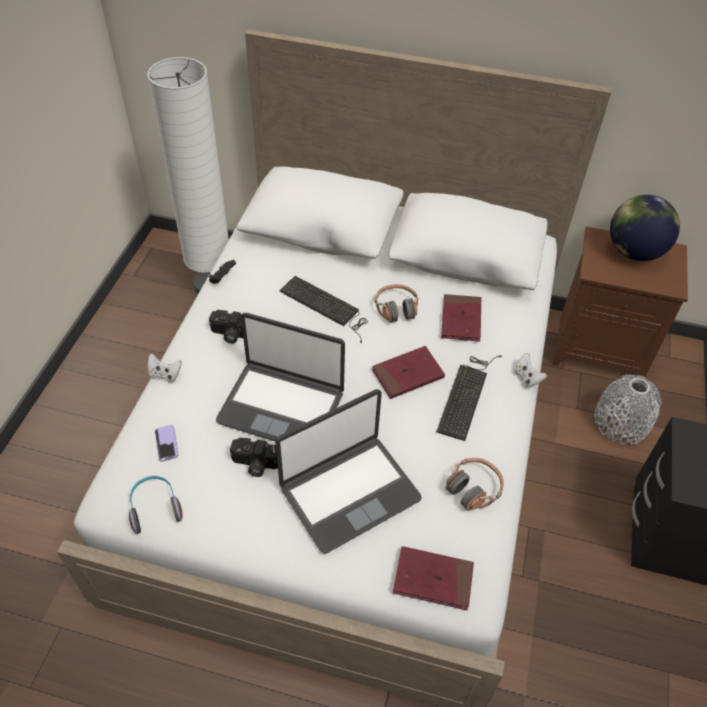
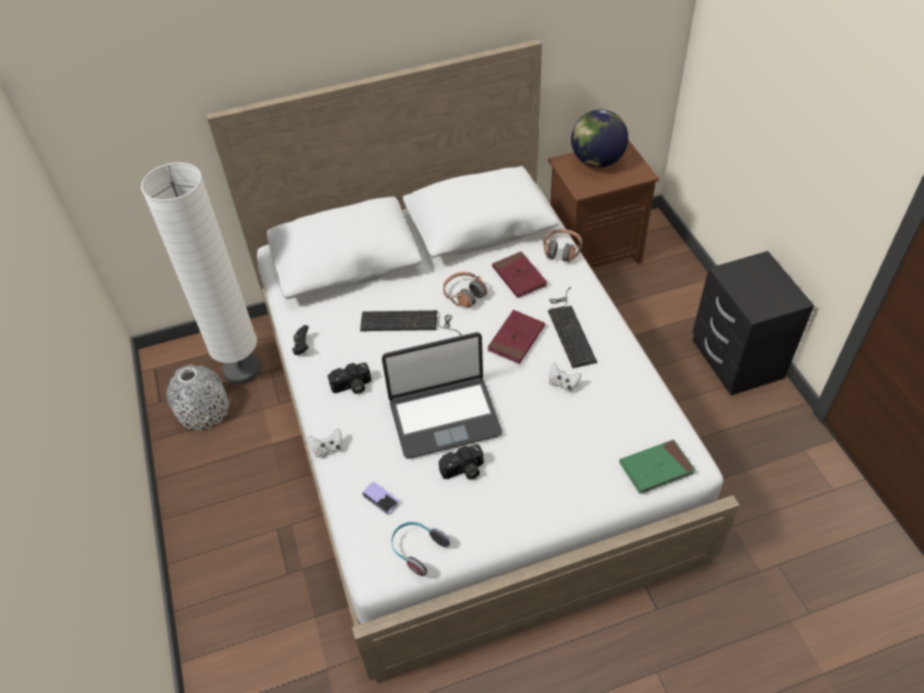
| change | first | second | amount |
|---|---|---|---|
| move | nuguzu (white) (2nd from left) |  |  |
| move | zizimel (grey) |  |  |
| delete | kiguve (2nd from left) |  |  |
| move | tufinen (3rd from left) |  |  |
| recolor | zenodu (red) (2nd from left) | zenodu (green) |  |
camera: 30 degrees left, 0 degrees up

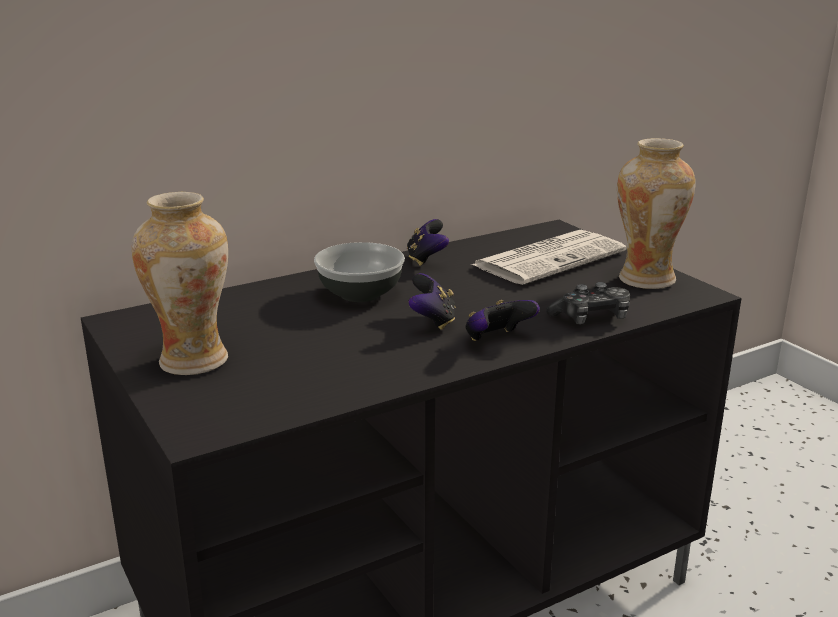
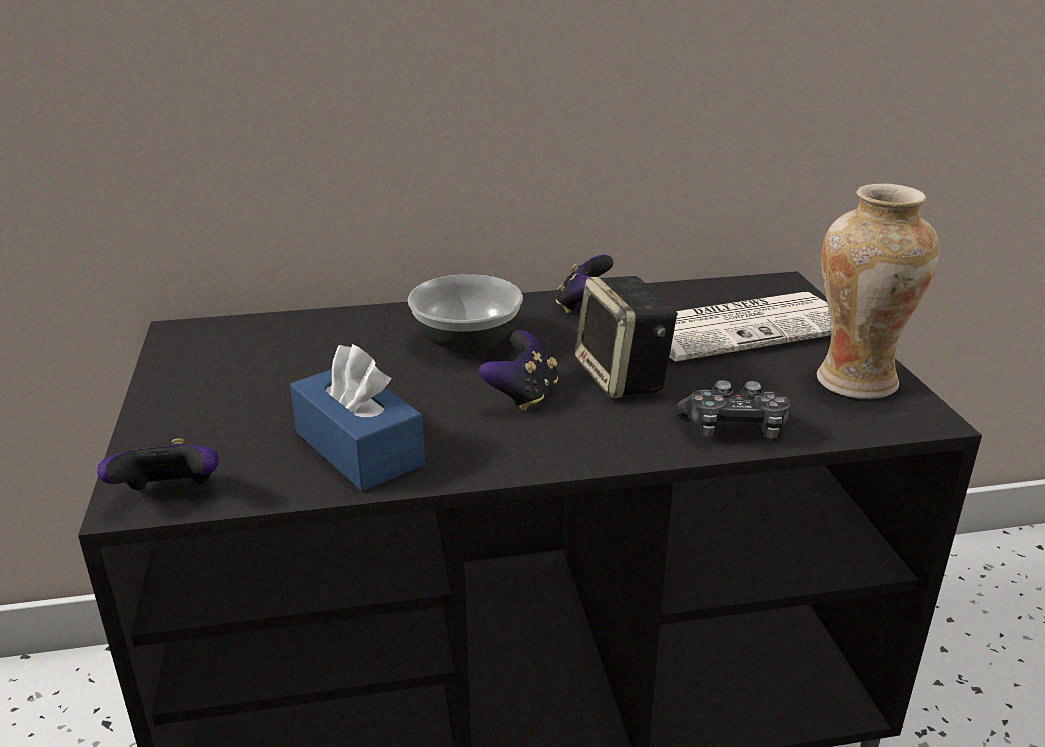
| change | first | second | amount |
|---|---|---|---|
| delete | zizimel (1st from left) |  |  |
| move | nuguzu (3rd from left in the first image) | nuguzu (1st from left) |  |
| insert |  | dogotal |  |
| insert |  | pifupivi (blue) |  |
camera: 20 degrees right, 5 degrees up

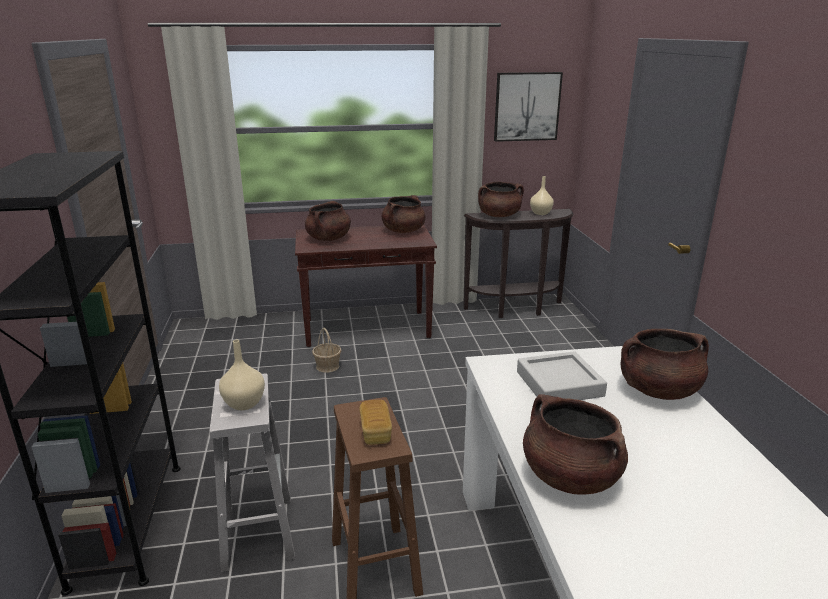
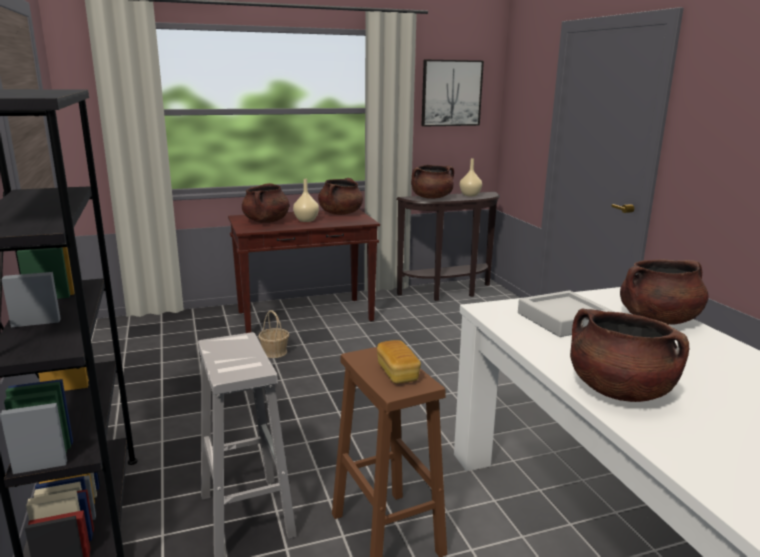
| change | first | second | amount |
|---|---|---|---|
| move | zizimel (beige) (1st from left) |  |  |
camera: 10 degrees left, 5 degrees down

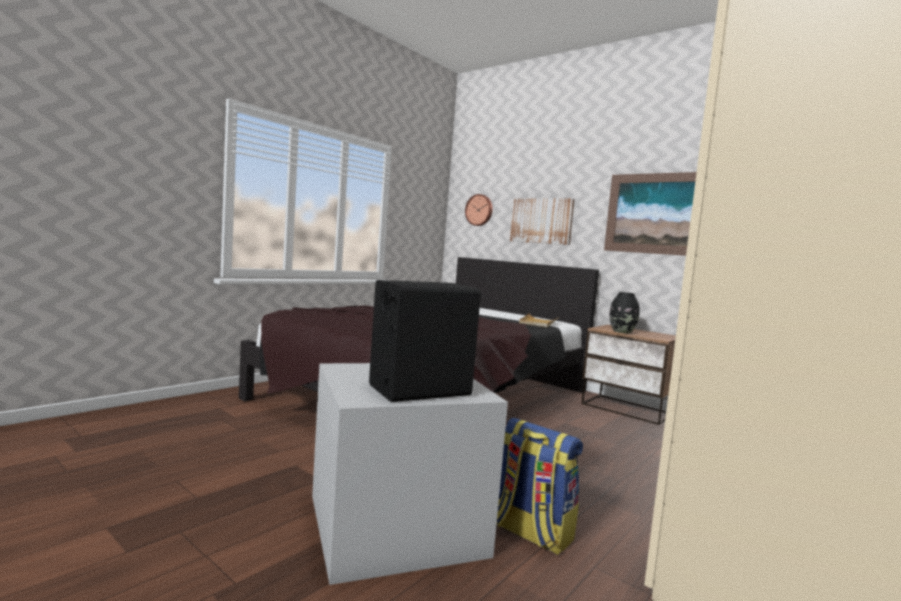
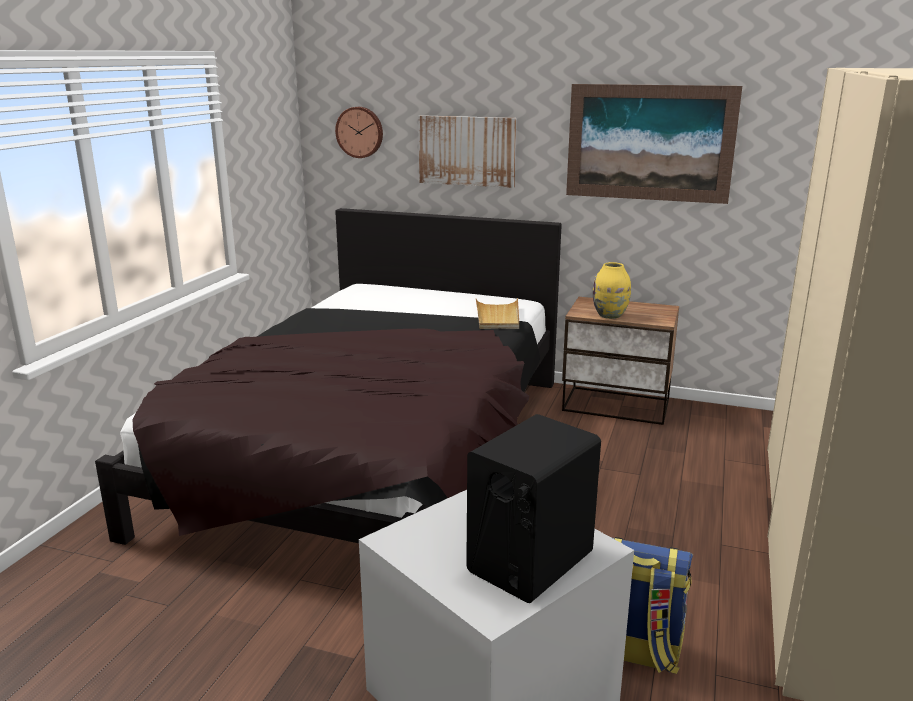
| change | first | second | amount |
|---|---|---|---|
| recolor | zizimel (black) | zizimel (yellow) |  |
camera: 20 degrees left, 15 degrees up

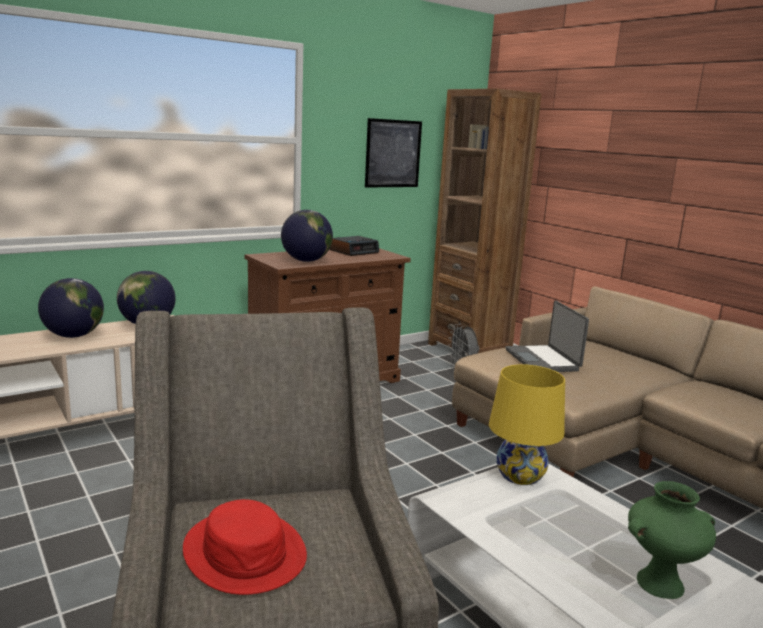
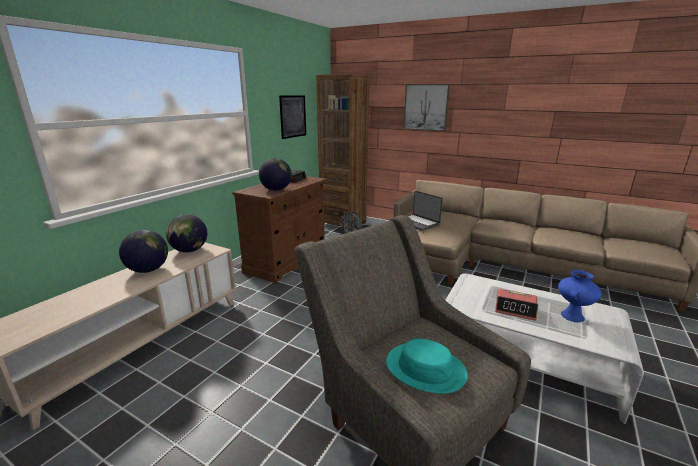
| change | first | second | amount |
|---|---|---|---|
| delete | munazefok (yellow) |  |  |
| recolor | zizimel (green) | zizimel (blue) |  |
| recolor | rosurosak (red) | rosurosak (turquoise) |  |
| insert |  | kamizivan (2nd from left) |  |
| insert |  | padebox (2nd from left) |  |
camera: 25 degrees left, 5 degrees up

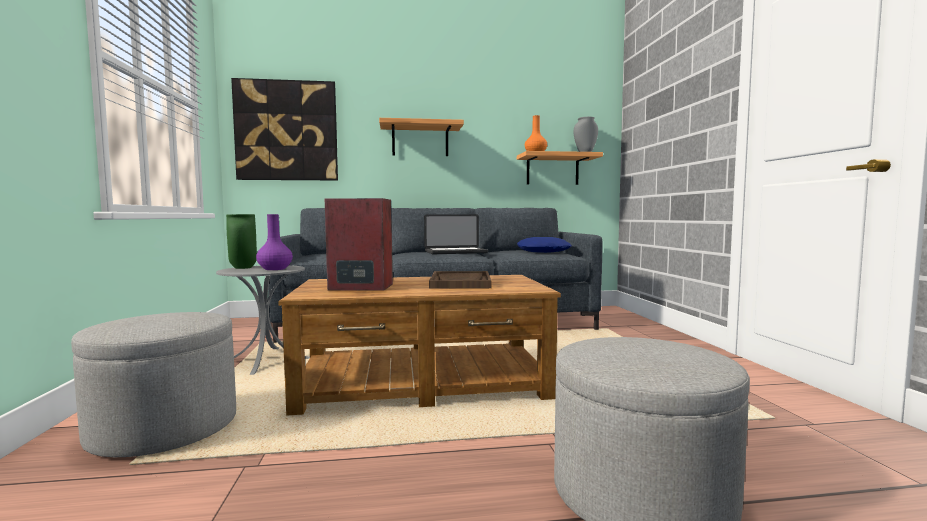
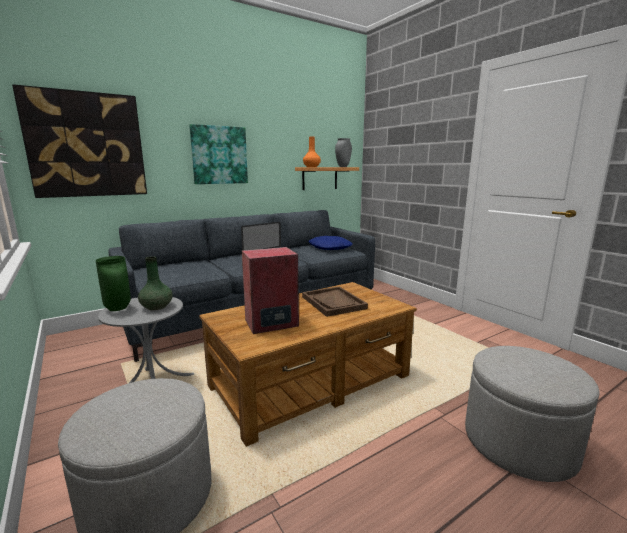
| change | first | second | amount |
|---|---|---|---|
| replace | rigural (1st from left) | kamizivan (2nd from left) |  |
| recolor | zizimel (purple) | zizimel (green) (2nd from left) |  |
camera: 25 degrees left, 10 degrees up

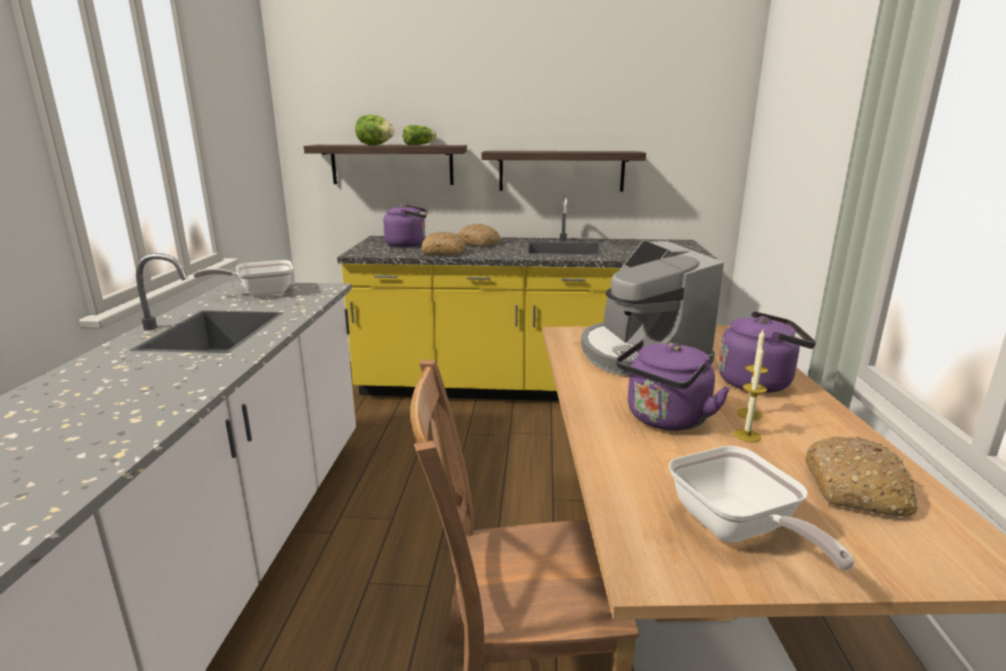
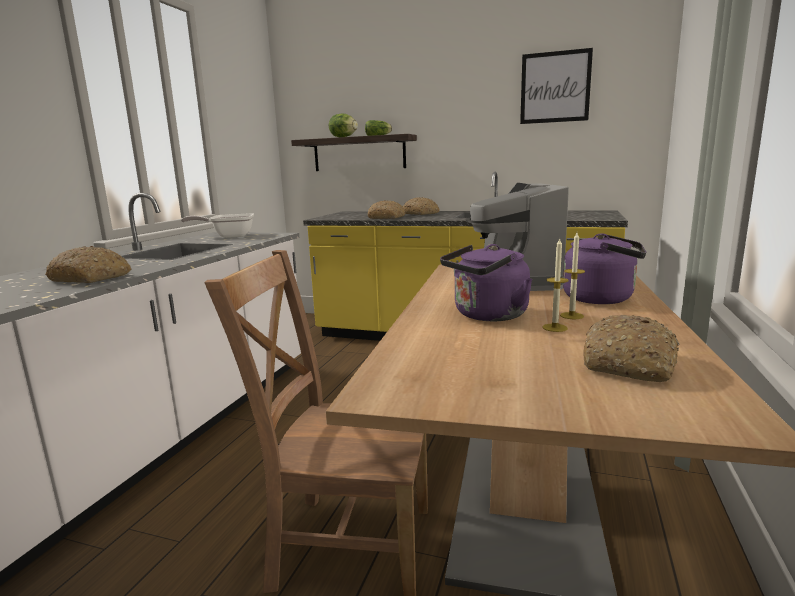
| change | first | second | amount |
|---|---|---|---|
| delete | rigural (2nd from left) |  |  |
| delete | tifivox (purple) (1st from left) |  |  |
| delete | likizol (2nd from left) |  |  |
| insert |  | kamizivan |  |
| insert |  | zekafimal (1st from left) |  |
camera: 15 degrees right, 5 degrees down

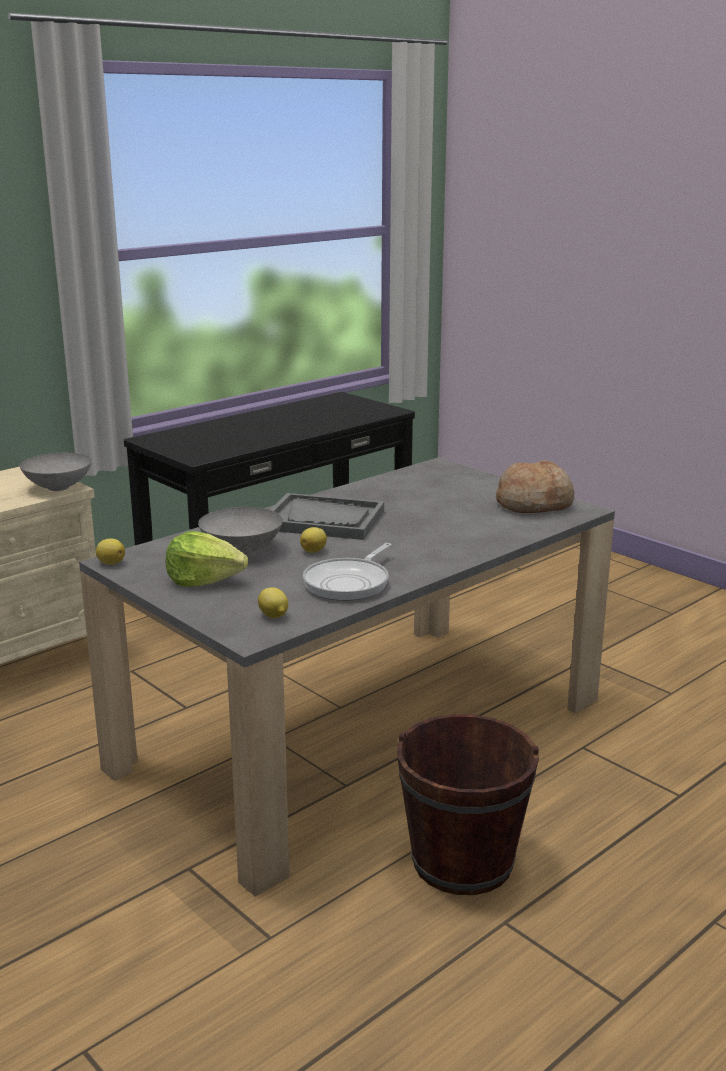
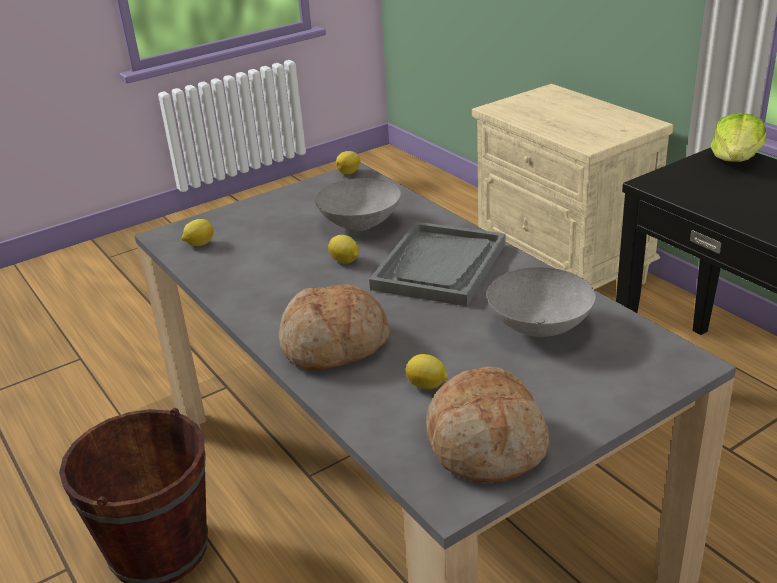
| change | first | second | amount |
|---|---|---|---|
| move | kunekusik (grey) (1st from left in the first image) | kunekusik (grey) (2nd from left) |  |
| move | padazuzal |  |  |
| delete | likizol |  |  |
| insert |  | zekafimal (1st from left) |  |
| insert |  | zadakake (4th from left) |  |
camera: 100 degrees right, 10 degrees up

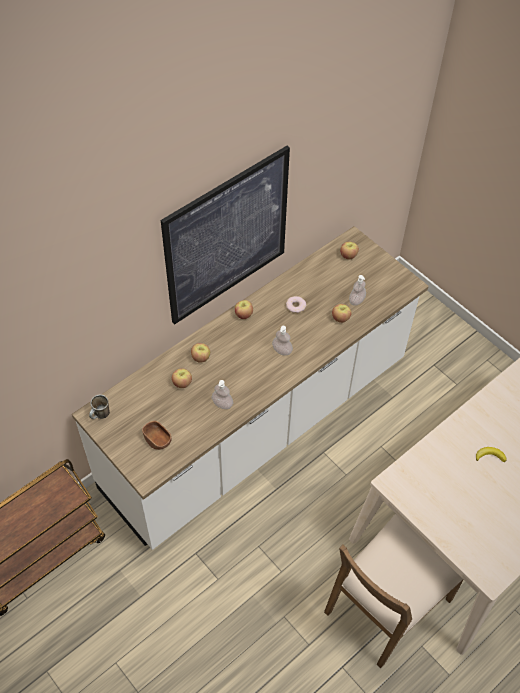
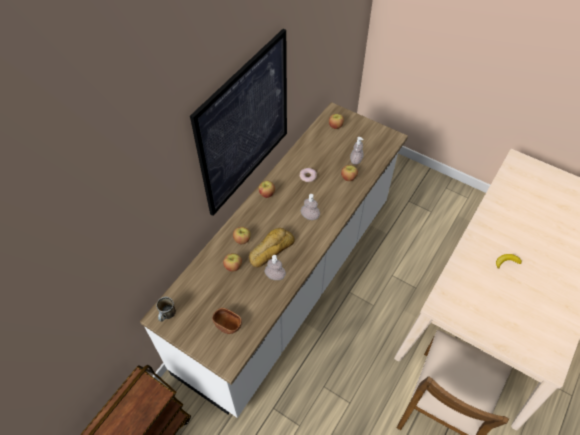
| change | first | second | amount |
|---|---|---|---|
| insert |  | zekafimal |  |
camera: 15 degrees left, 0 degrees up

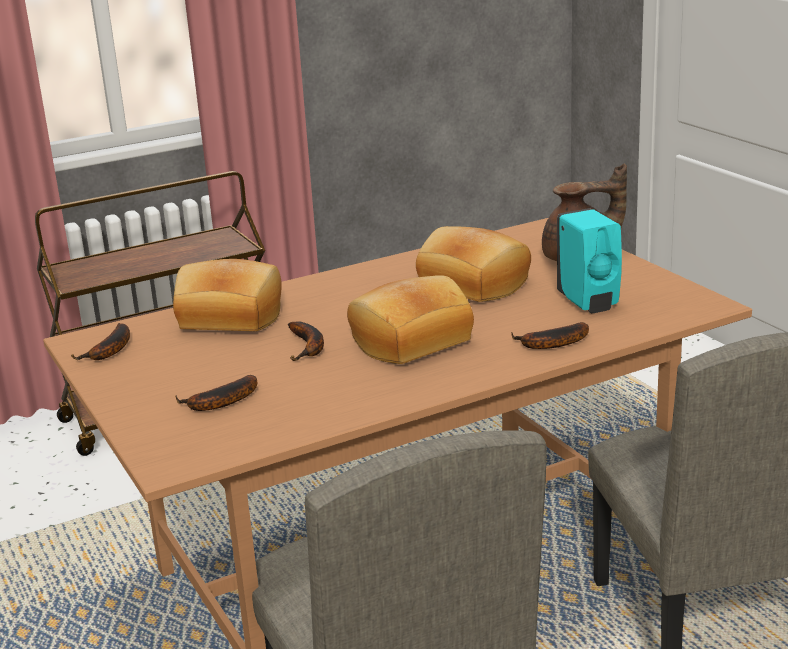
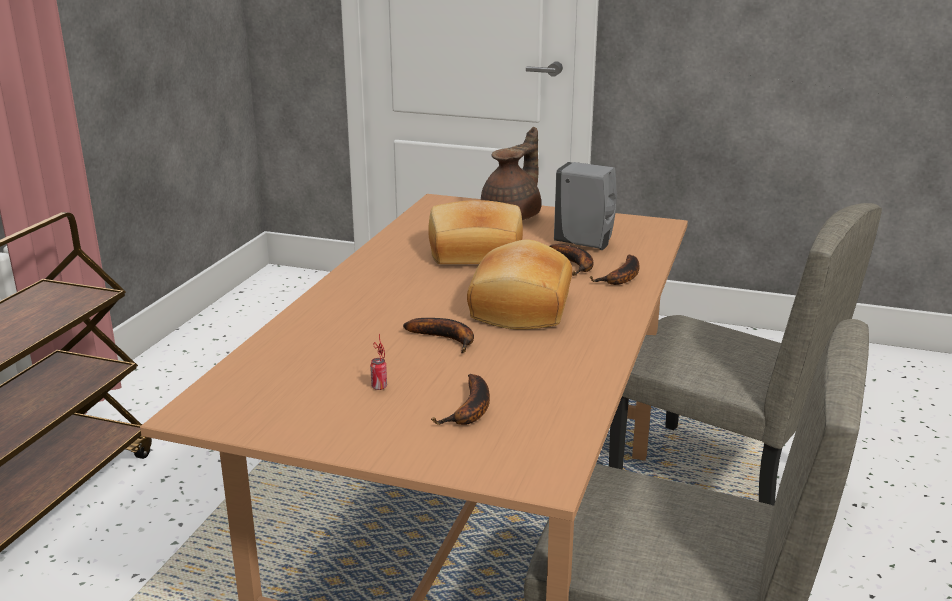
| change | first | second | amount |
|---|---|---|---|
| recolor | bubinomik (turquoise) | bubinomik (grey) |  |
| delete | zekafimal (1st from left) |  |  |
| move | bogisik (1st from left in the first image) | bogisik (3rd from left) |  |
| insert |  | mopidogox |  |
camera: 45 degrees left, 0 degrees up

